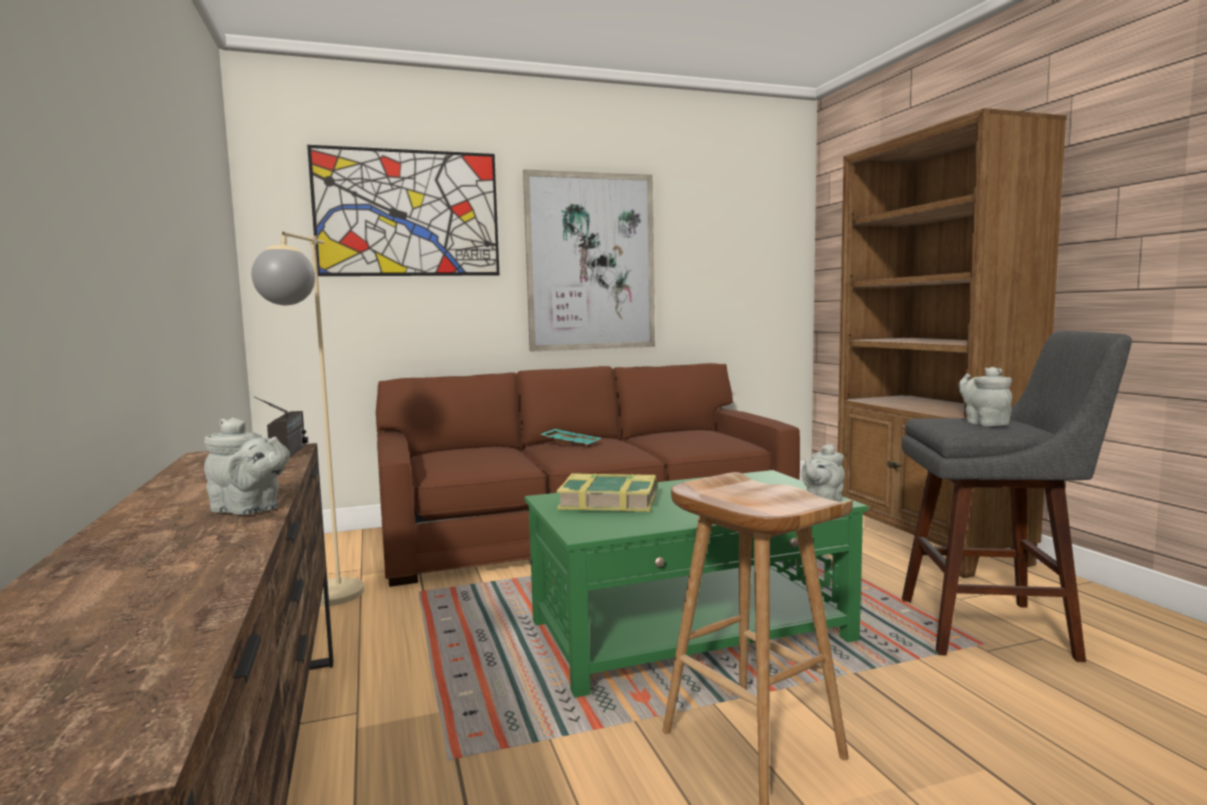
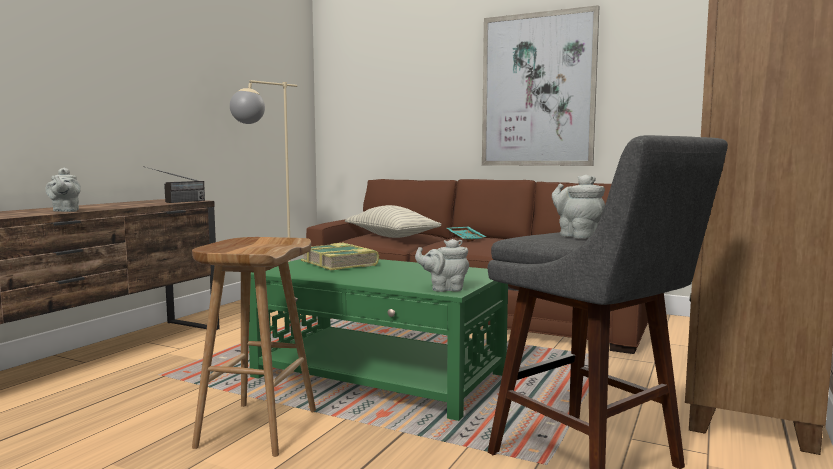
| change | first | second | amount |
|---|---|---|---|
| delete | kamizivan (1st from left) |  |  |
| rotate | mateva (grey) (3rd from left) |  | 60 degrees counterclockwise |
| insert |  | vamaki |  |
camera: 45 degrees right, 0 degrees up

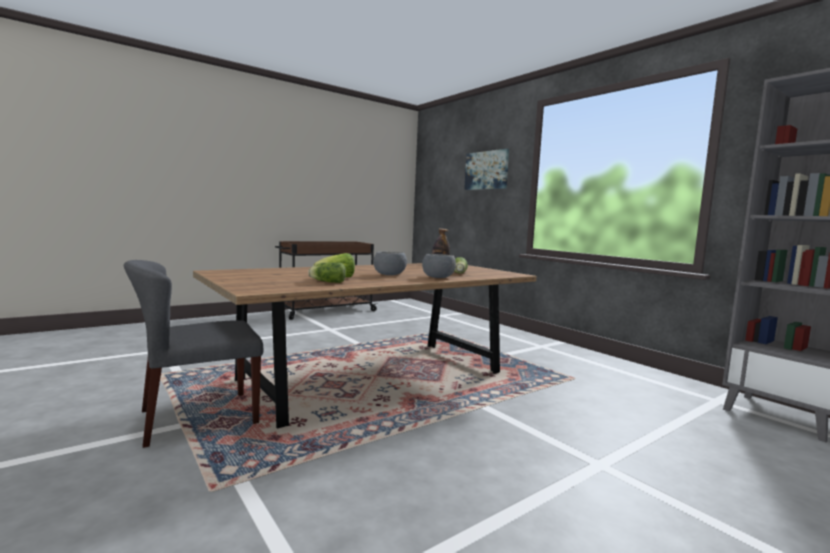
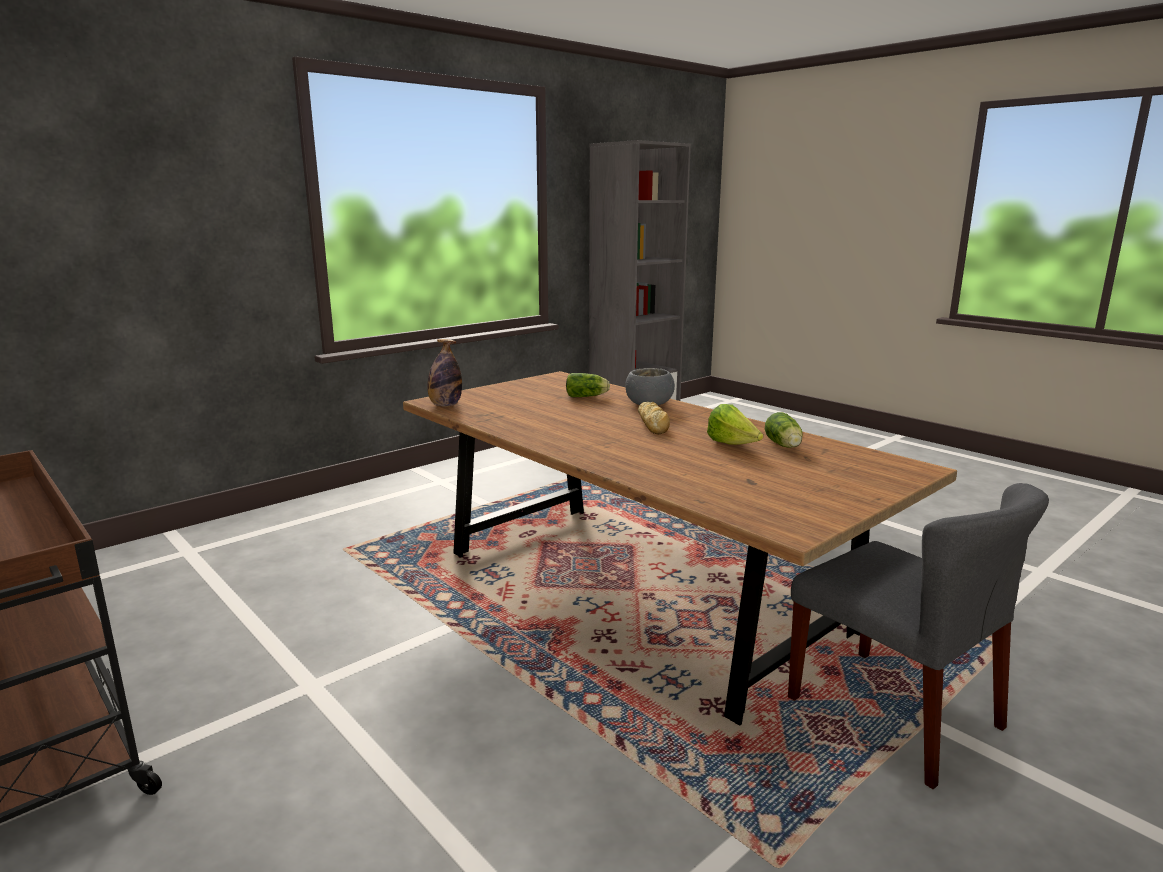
| change | first | second | amount |
|---|---|---|---|
| delete | kamizivan |  |  |
| replace | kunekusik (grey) (1st from left) | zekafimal |  |
camera: 95 degrees left, 10 degrees up

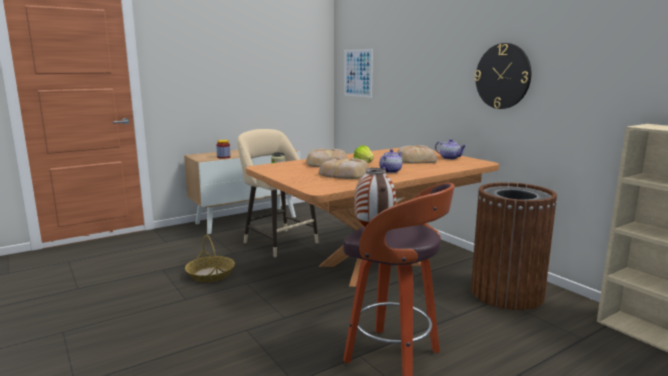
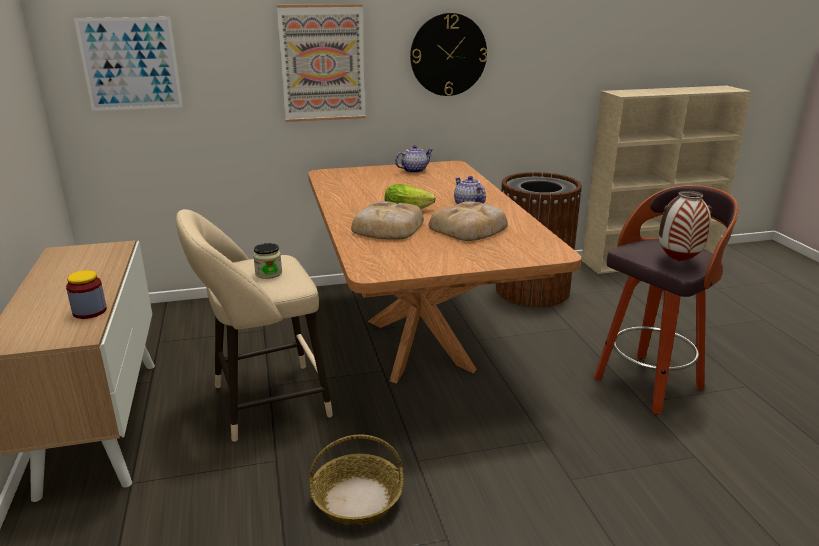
| change | first | second | amount |
|---|---|---|---|
| delete | zekafimal (3rd from left) |  |  |
| insert |  | kamizivan (2nd from left) |  |
camera: 70 degrees left, 10 degrees up

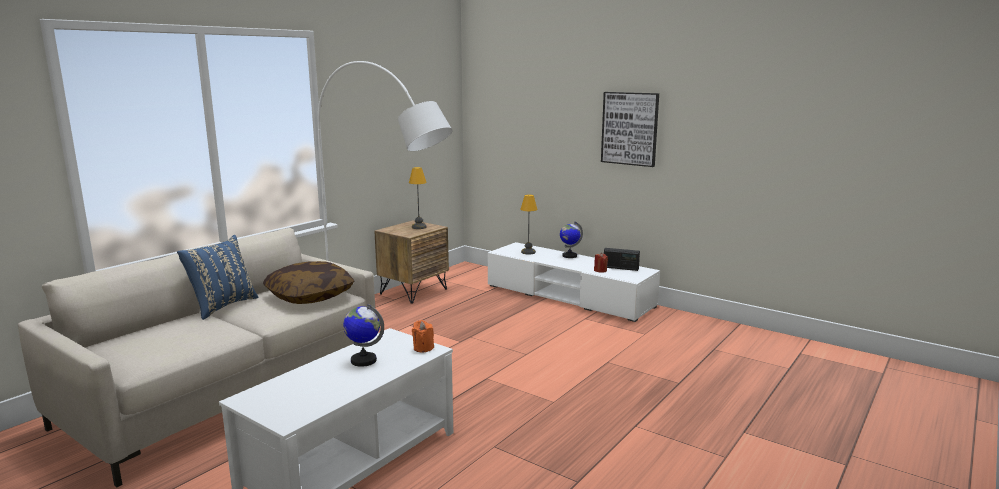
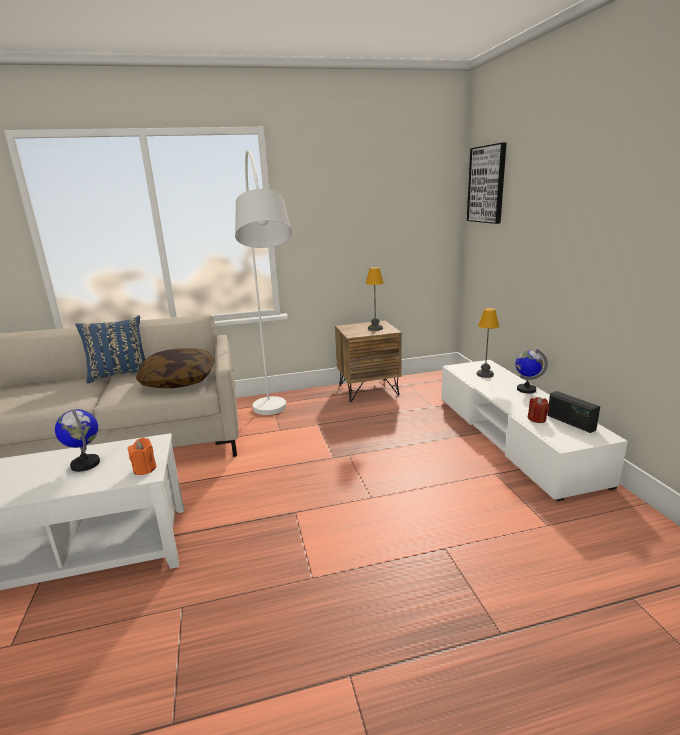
| change | first | second | amount |
|---|---|---|---|
| move | kamizivan |  |  |
camera: 40 degrees right, 5 degrees up

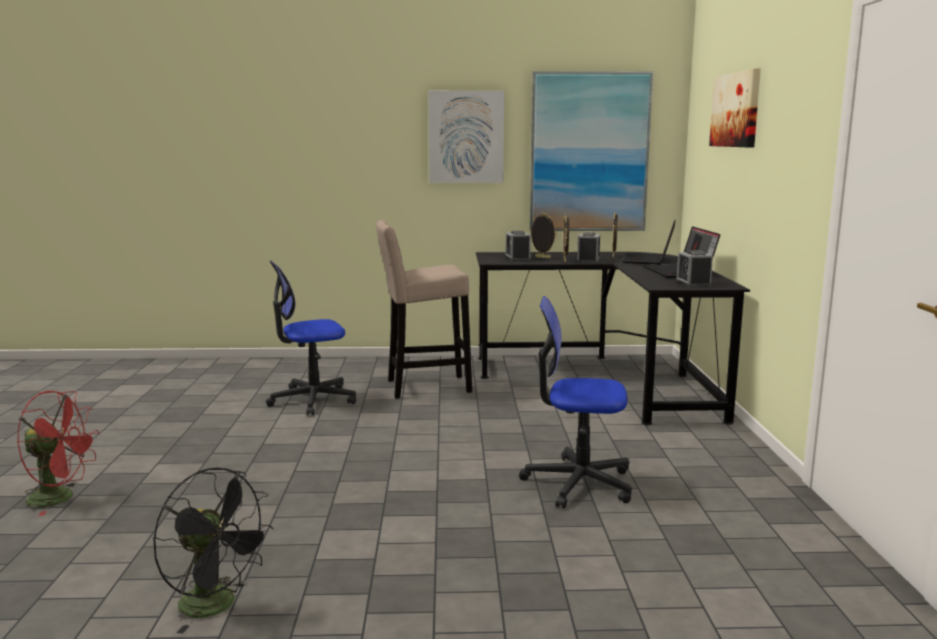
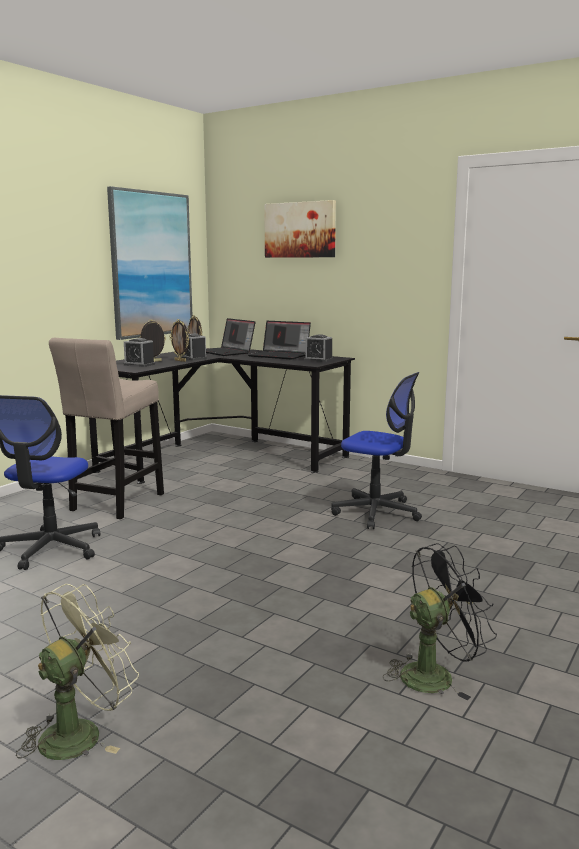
| change | first | second | amount |
|---|---|---|---|
| delete | kamizivan (1st from left) |  |  |
| rotate | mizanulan (2nd from left) |  | 105 degrees counterclockwise |
| recolor | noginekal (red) | noginekal (green) |  |
camera: 55 degrees left, 0 degrees up

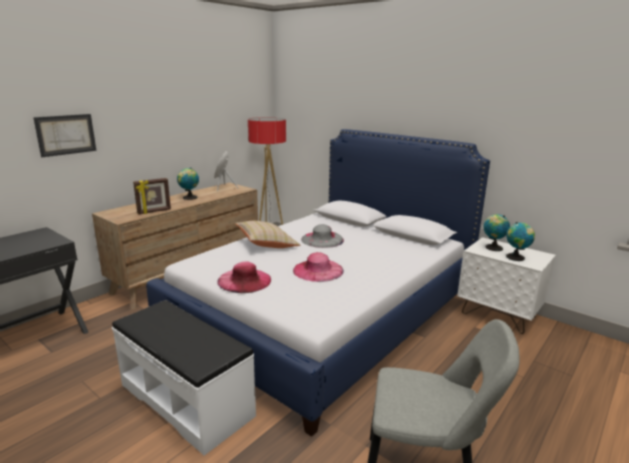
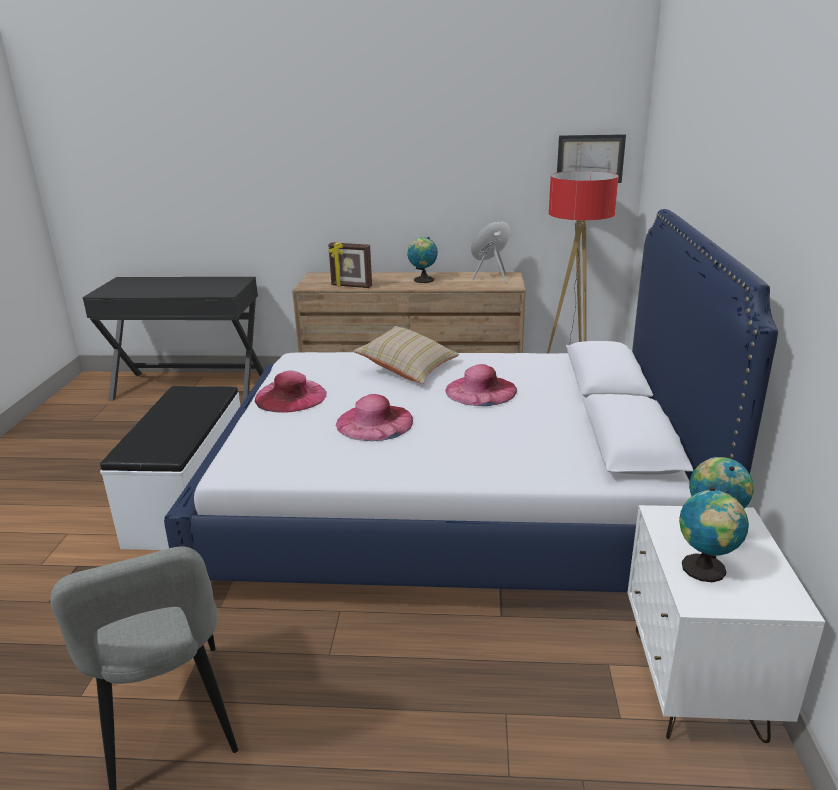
| change | first | second | amount |
|---|---|---|---|
| move | kamizivan |  |  |
| recolor | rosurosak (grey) | rosurosak (pink) (3rd from left) |  |
camera: 55 degrees right, 5 degrees up

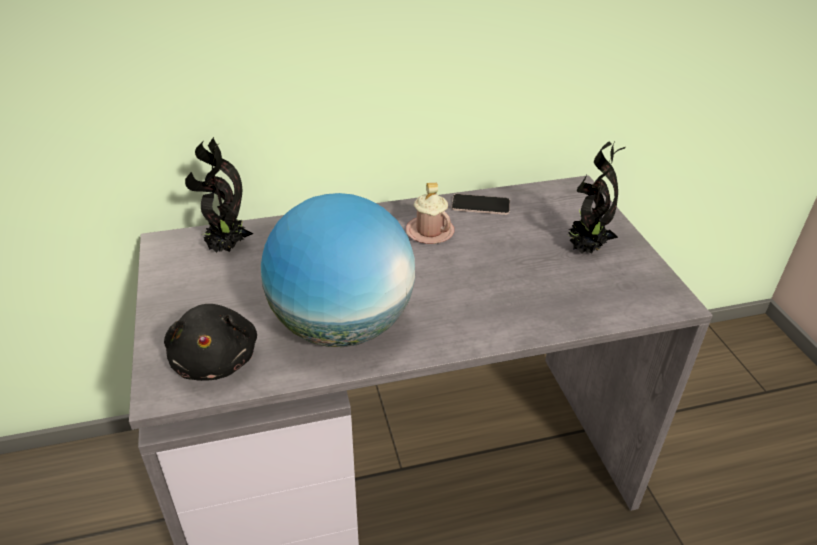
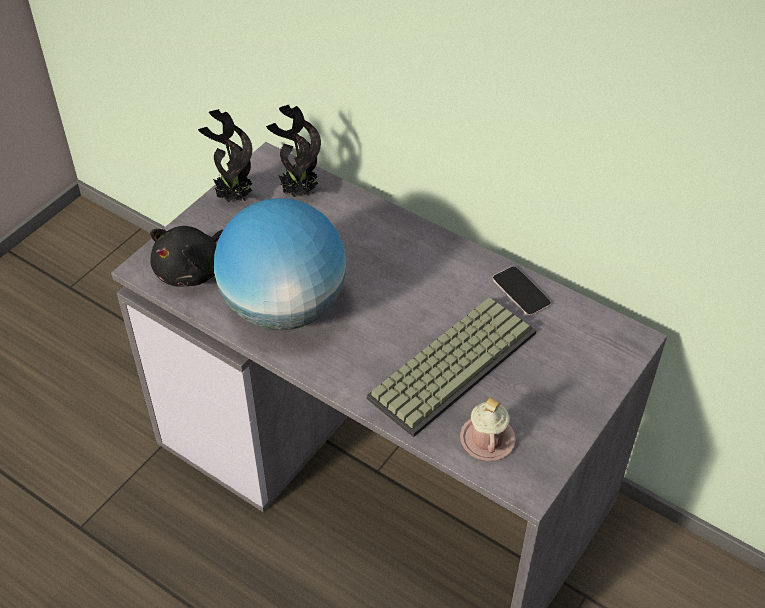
| change | first | second | amount |
|---|---|---|---|
| move | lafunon (2nd from left in the first image) | lafunon (1st from left) |  |
| move | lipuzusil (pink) |  |  |
| insert |  | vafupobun |  |
camera: 50 degrees right, 10 degrees up

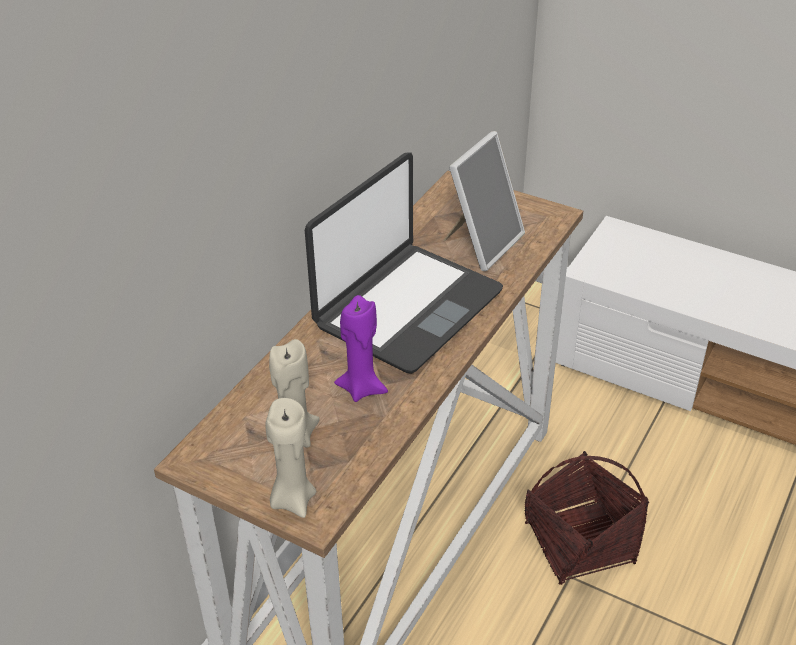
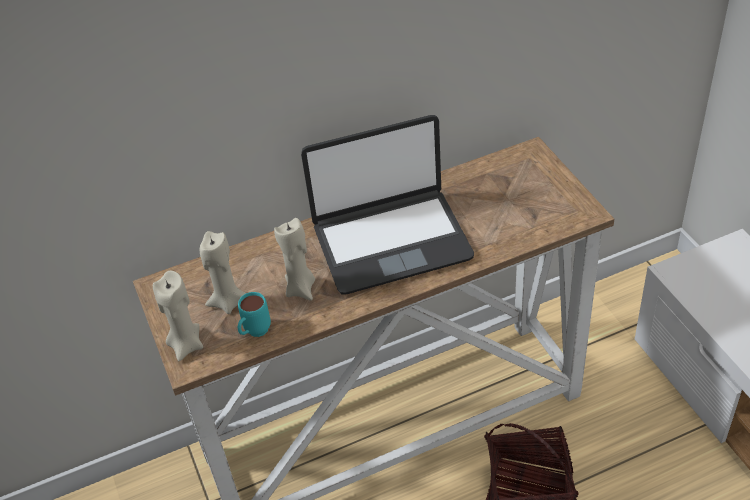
| change | first | second | amount |
|---|---|---|---|
| delete | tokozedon |  |  |
| recolor | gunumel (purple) | gunumel (beige) (3rd from left) |  |
| insert |  | lipuzusil (turquoise) |  |
camera: 40 degrees right, 5 degrees up

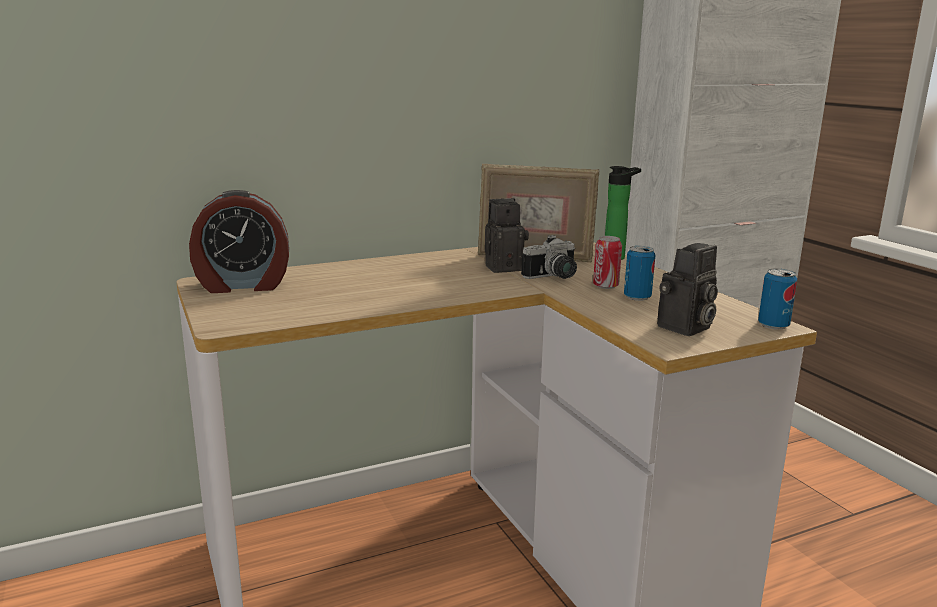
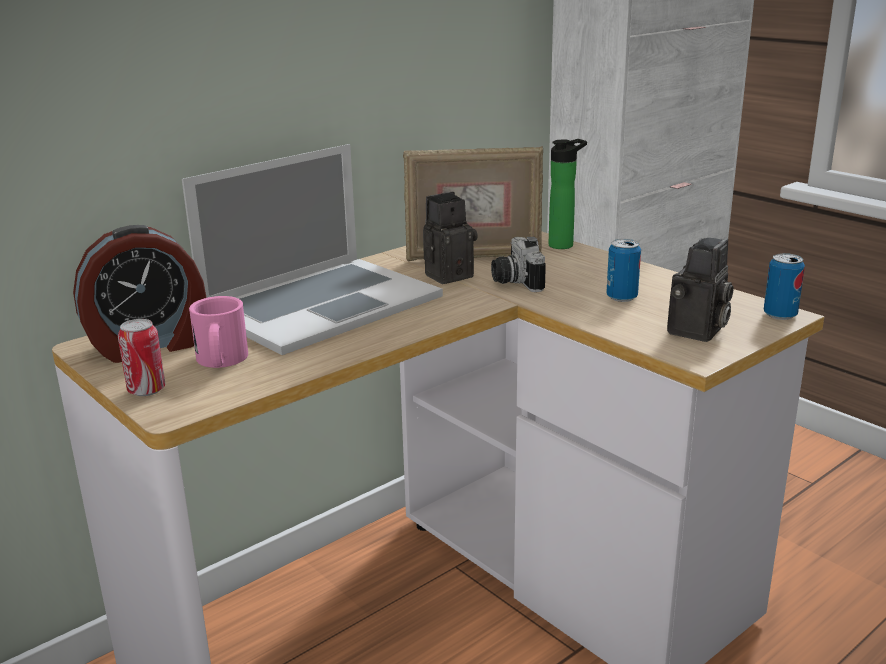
| change | first | second | amount |
|---|---|---|---|
| rotate | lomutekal (2nd from left) |  | 120 degrees clockwise |
| move | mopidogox (1st from left) |  |  |
| insert |  | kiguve |  |
| insert |  | lipuzusil (pink) |  |
camera: 15 degrees left, 5 degrees up

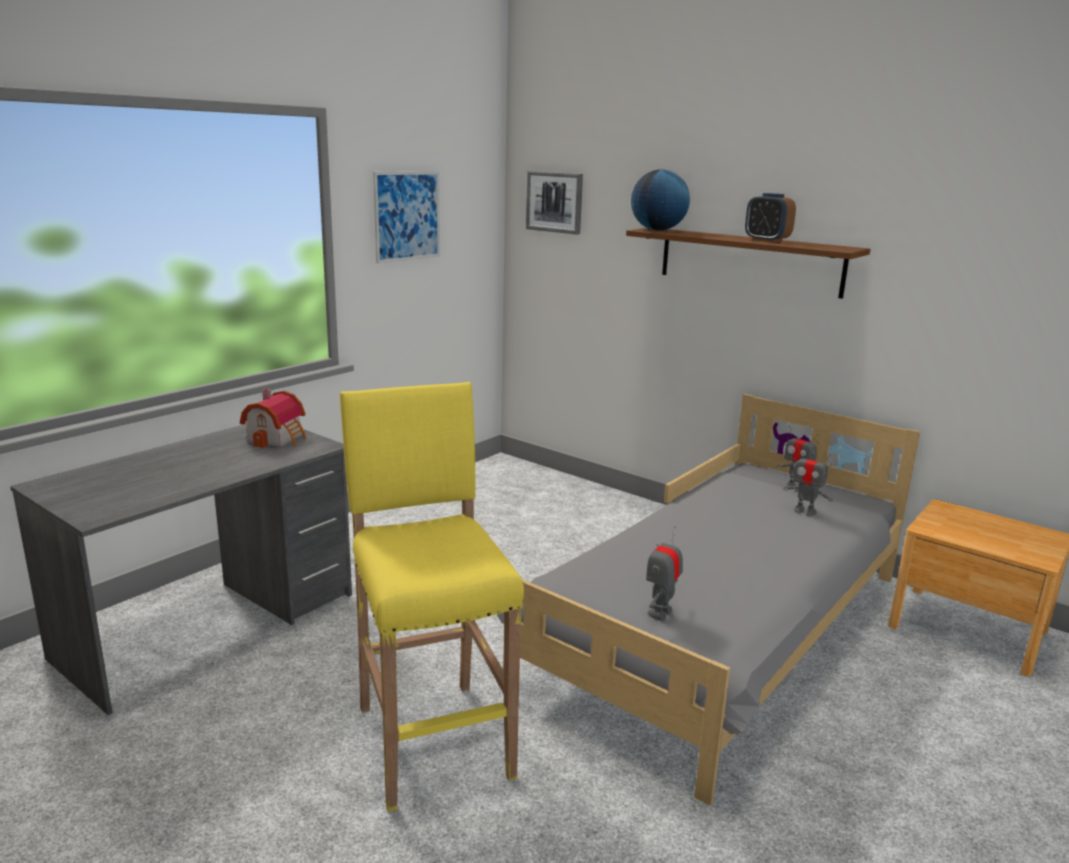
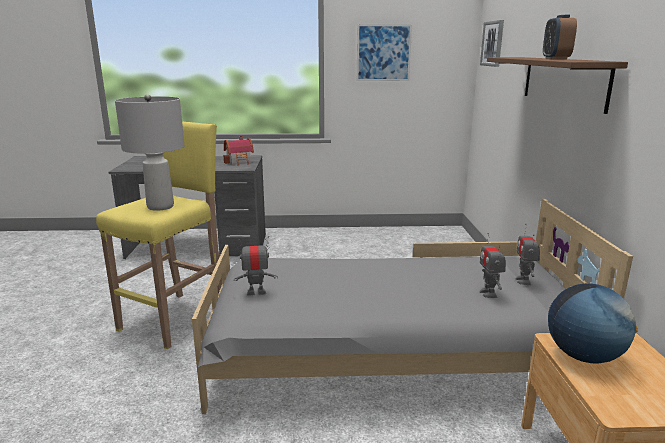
| change | first | second | amount |
|---|---|---|---|
| move | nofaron |  |  |
| insert |  | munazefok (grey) |  |
camera: 50 degrees right, 0 degrees up

